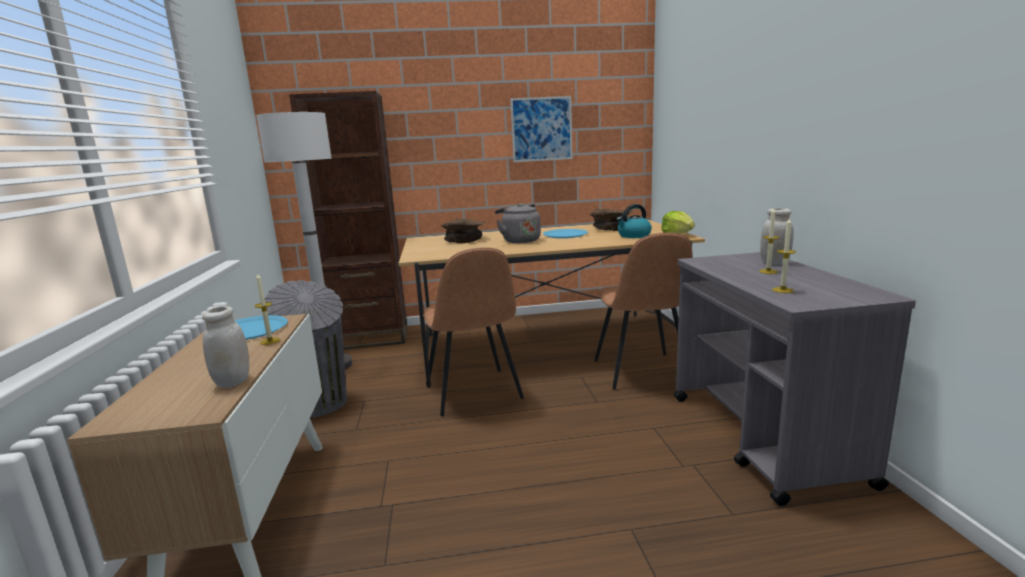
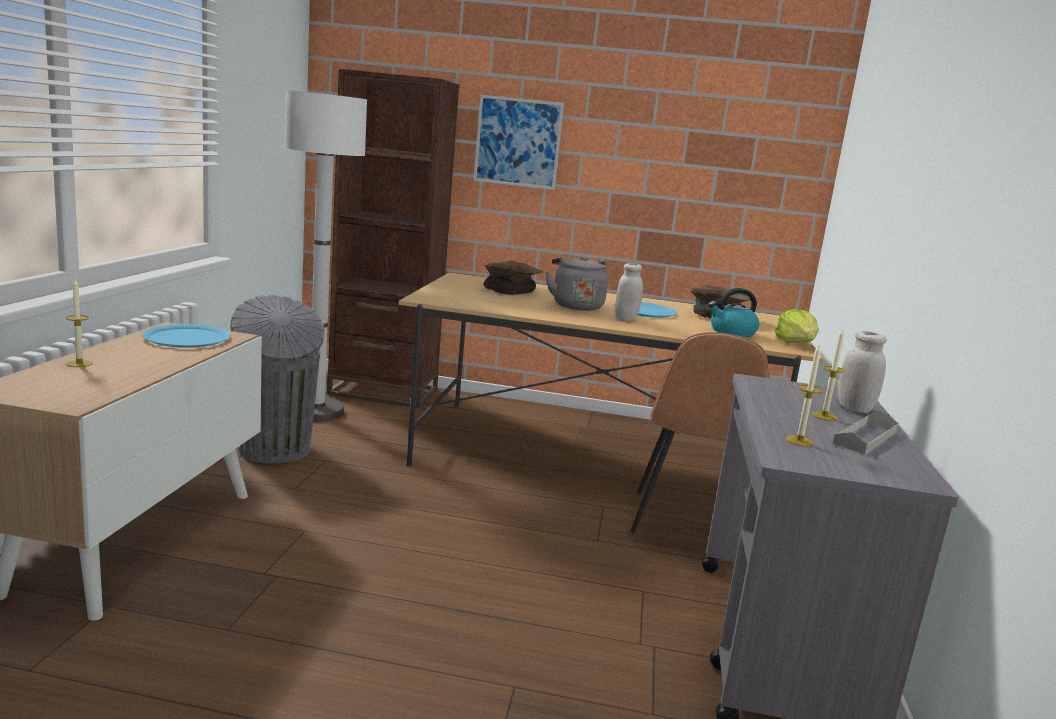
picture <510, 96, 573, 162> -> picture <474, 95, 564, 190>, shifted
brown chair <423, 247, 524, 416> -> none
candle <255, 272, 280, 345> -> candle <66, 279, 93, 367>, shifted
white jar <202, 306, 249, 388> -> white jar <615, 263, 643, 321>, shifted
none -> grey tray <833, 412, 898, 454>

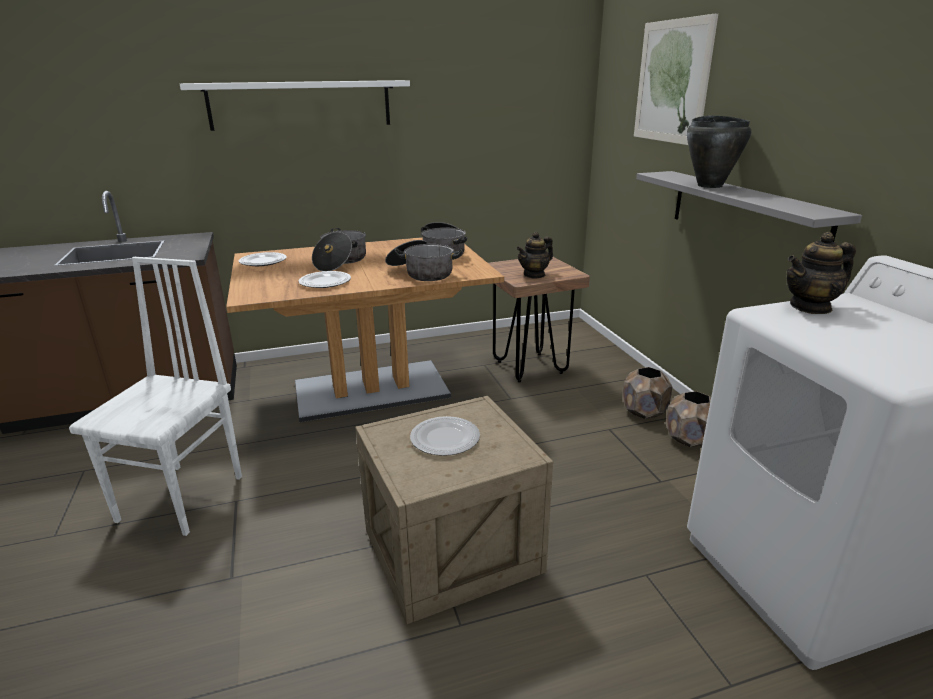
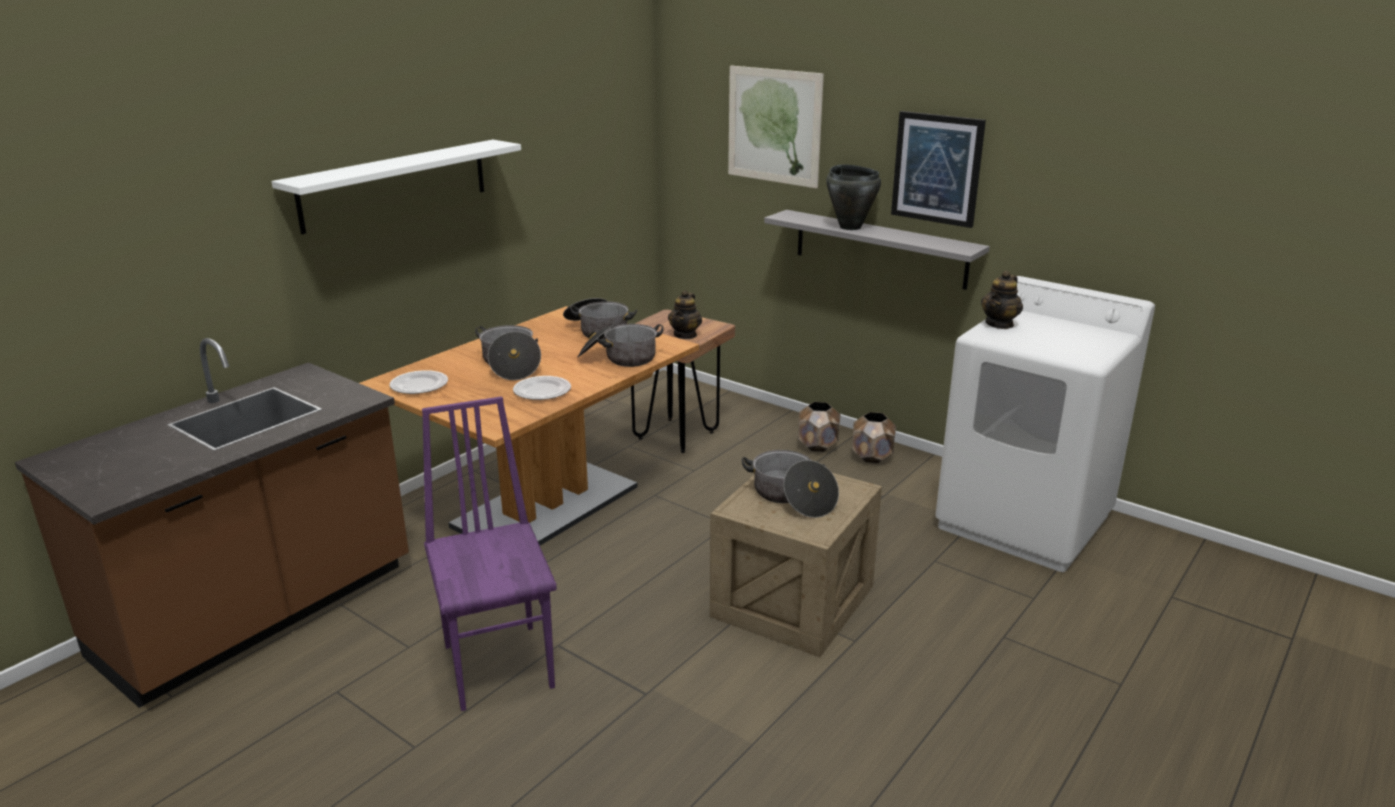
white chair <69, 257, 242, 536> -> purple chair <422, 396, 557, 711>
plate <410, 416, 480, 456> -> cooking pot <741, 450, 839, 518>
none -> picture <891, 111, 986, 228>

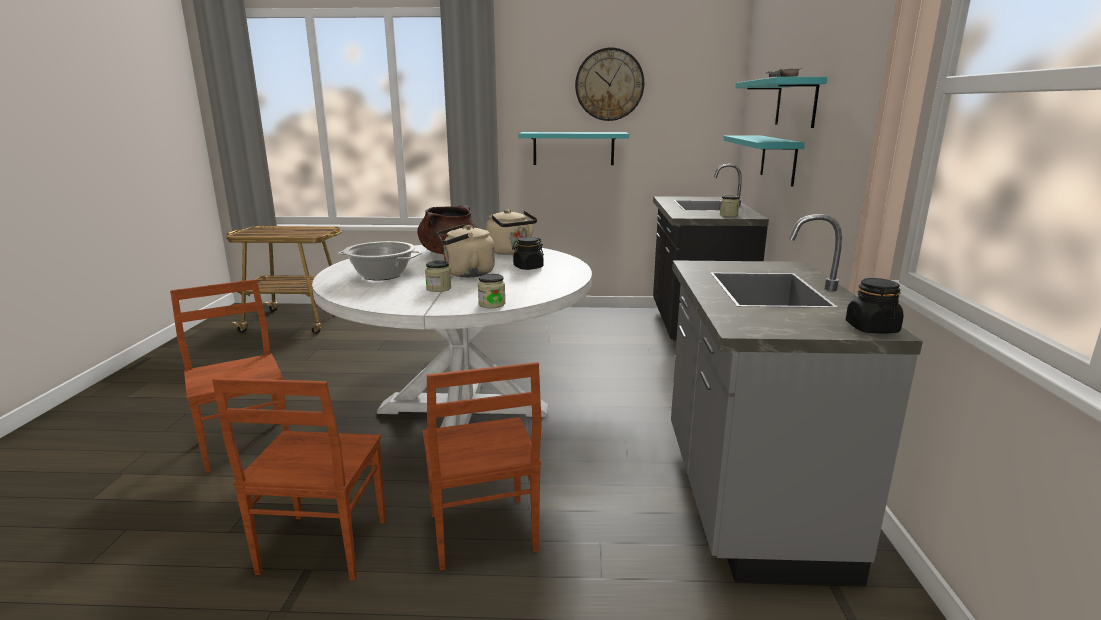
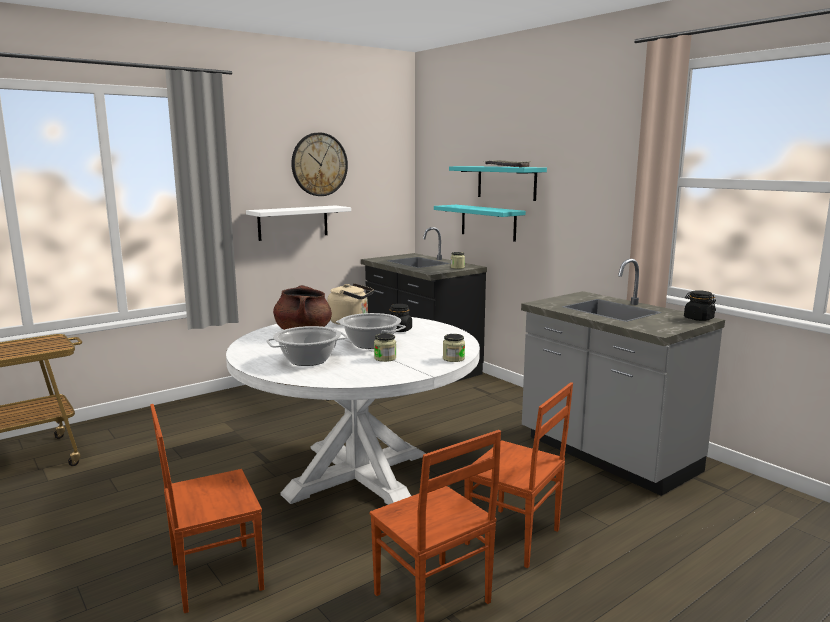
turquoise shelf <519, 132, 629, 165> -> white shelf <246, 205, 351, 241>
beige kettle <437, 224, 495, 277> -> cooking pot <336, 313, 406, 349>
brown chair <170, 279, 289, 473> -> brown chair <150, 404, 264, 613>, 45 degrees counterclockwise

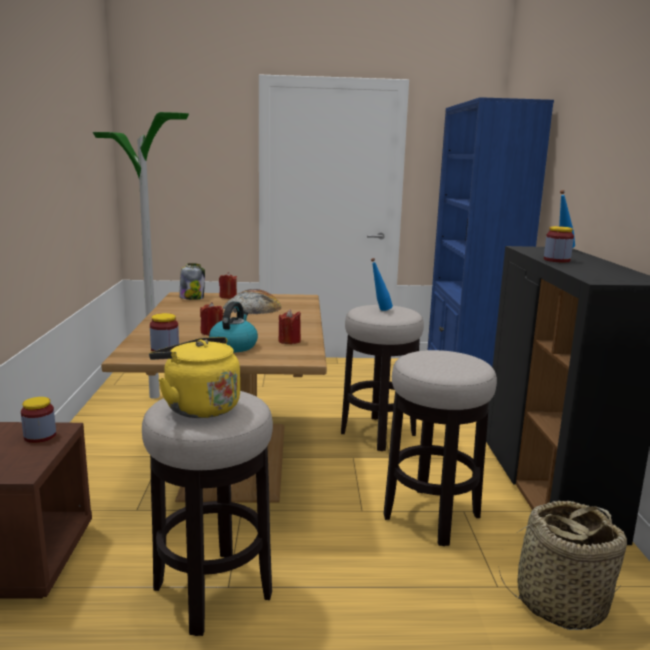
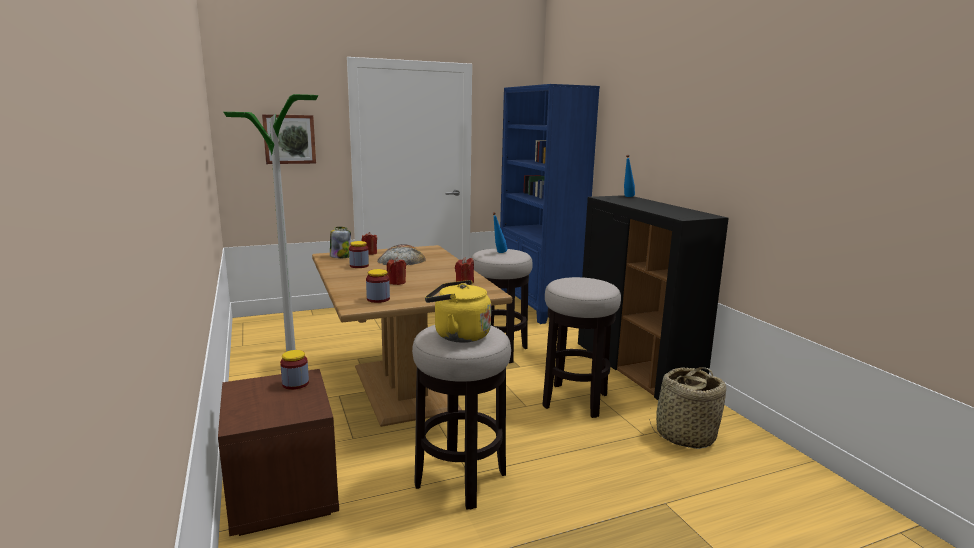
jar <544, 226, 574, 262> -> jar <349, 241, 369, 268>, shifted
kettle <209, 302, 258, 352> -> none
none -> picture <262, 114, 316, 164>

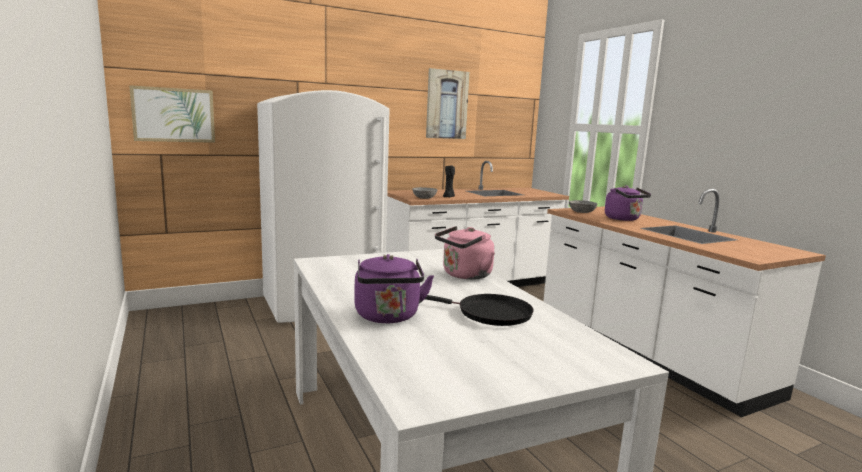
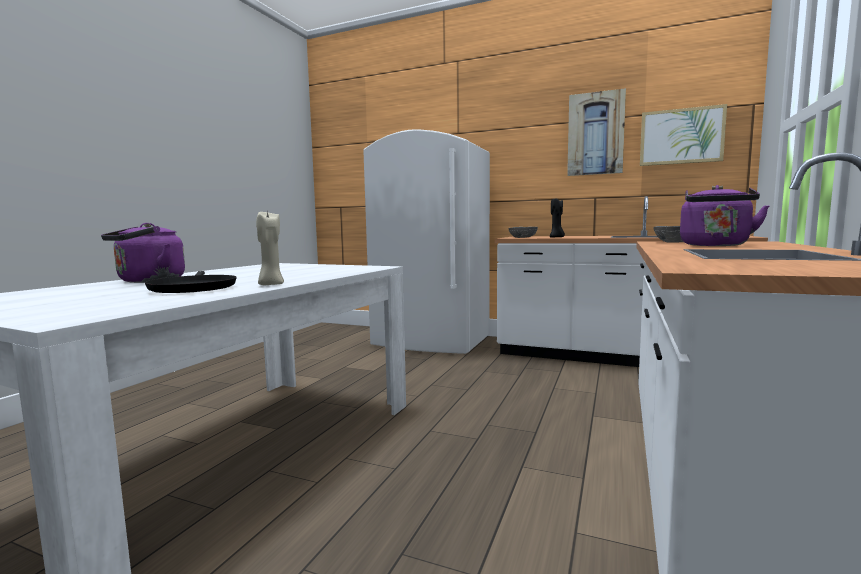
picture <129, 85, 215, 143> -> picture <640, 104, 727, 166>, shifted
pink kettle <435, 226, 495, 280> -> none
none -> beige candle <256, 210, 284, 285>

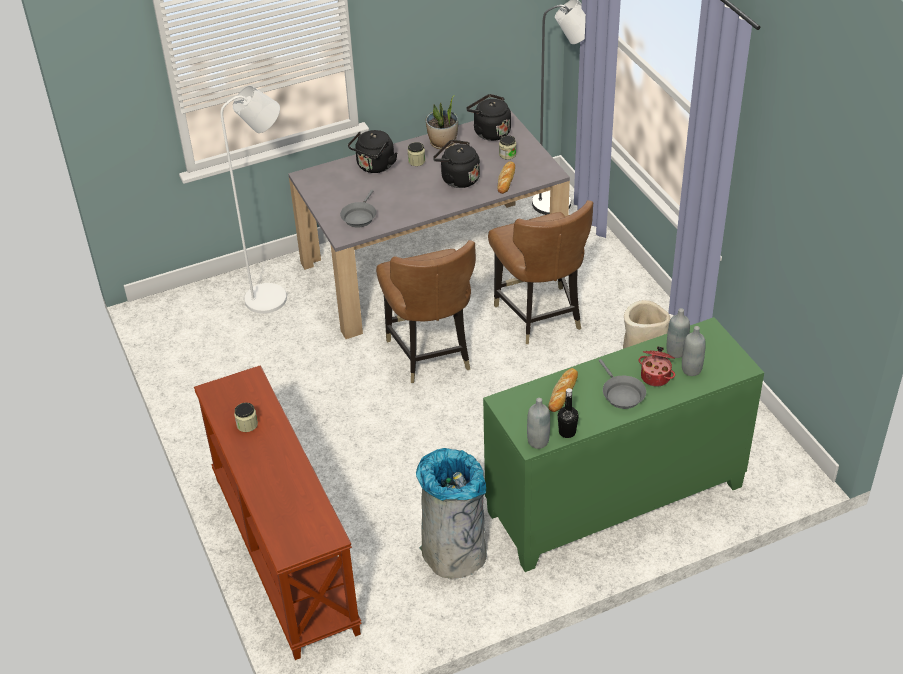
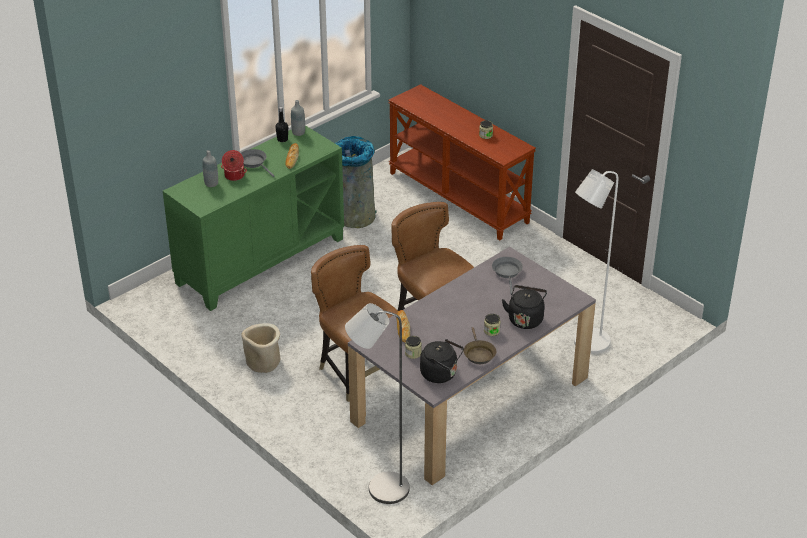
potted plant <426, 95, 458, 149> -> brown frying pan <464, 327, 496, 364>
black kettle <433, 140, 480, 188> -> none
grey bottle <666, 308, 690, 358> -> none

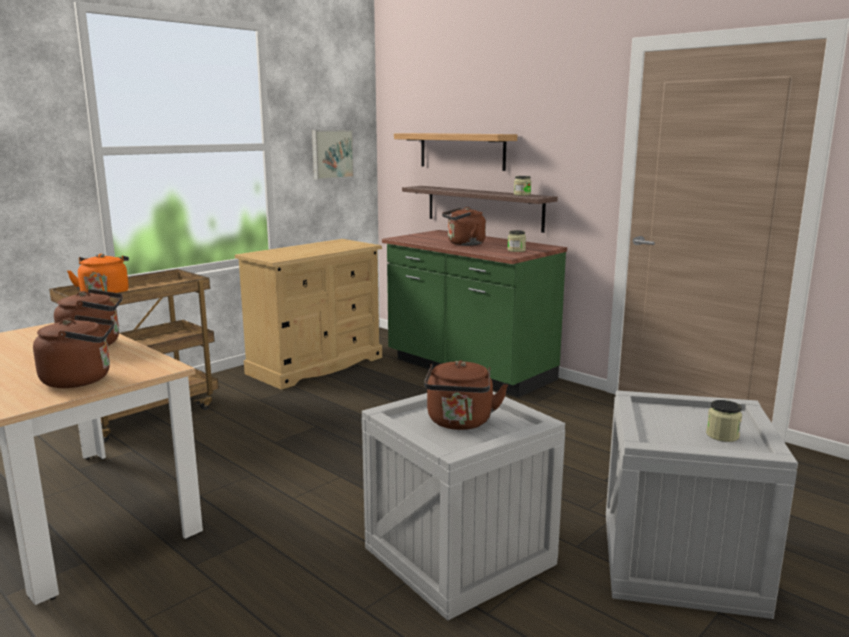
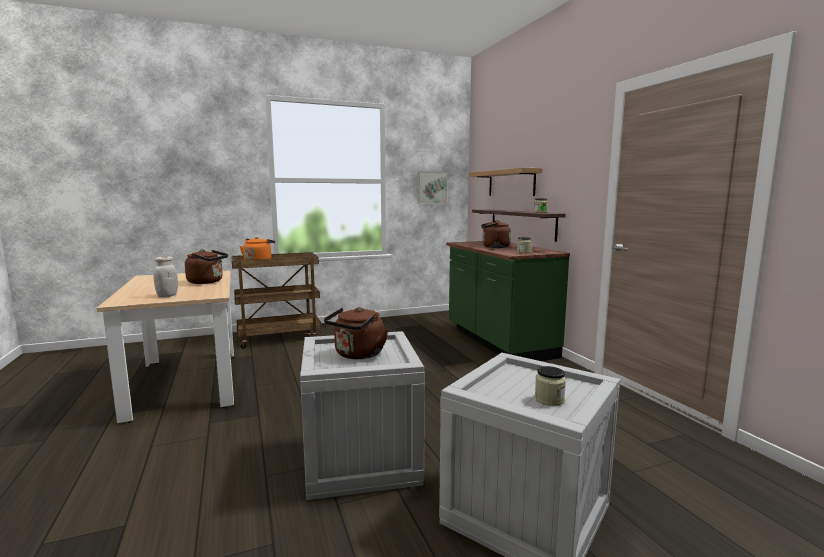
beige dresser <235, 239, 382, 390> -> none
brown kettle <33, 315, 114, 388> -> white jar <154, 256, 178, 297>

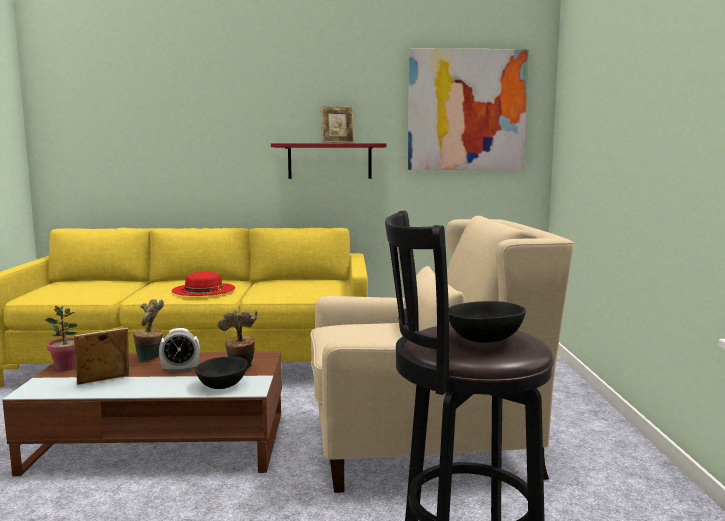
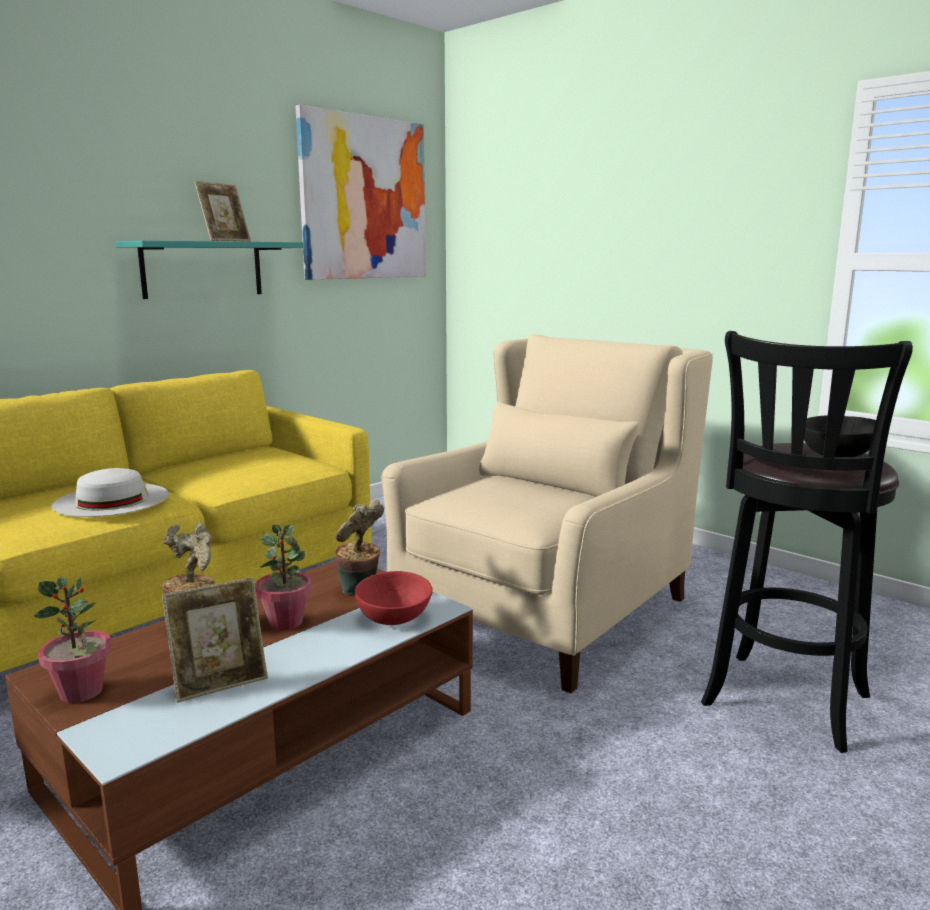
red shelf <271, 143, 387, 179> -> turquoise shelf <116, 241, 304, 299>
red hat <172, 272, 235, 296> -> white hat <52, 468, 169, 517>
picture frame <74, 328, 129, 385> -> picture frame <162, 577, 268, 703>, 135 degrees counterclockwise
alarm clock <159, 328, 200, 373> -> potted plant <255, 525, 312, 630>
black bowl <195, 356, 248, 389> -> red bowl <355, 571, 433, 625>

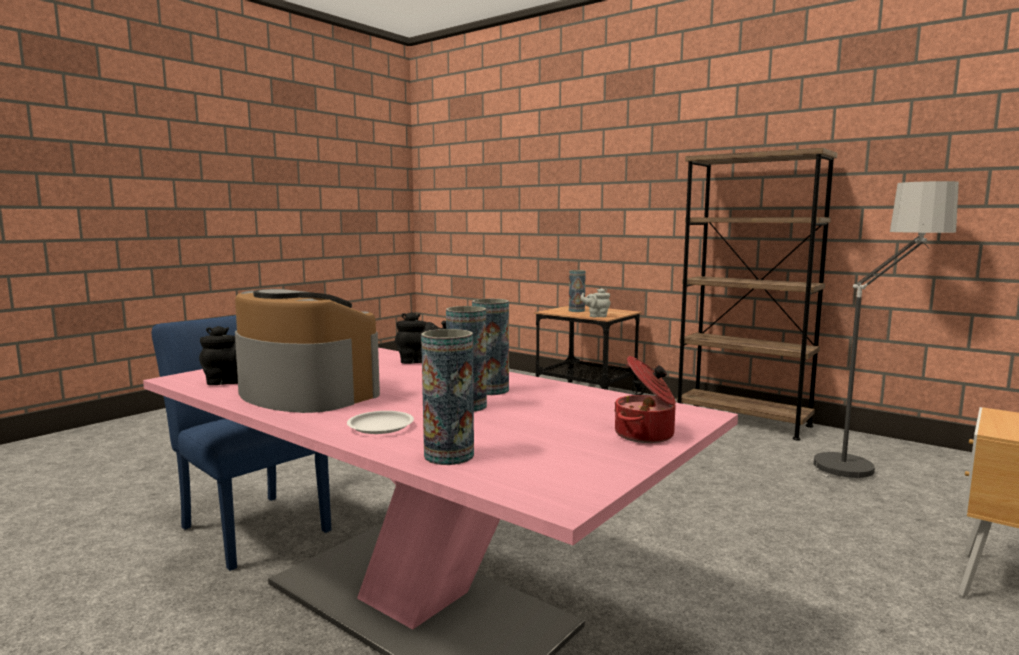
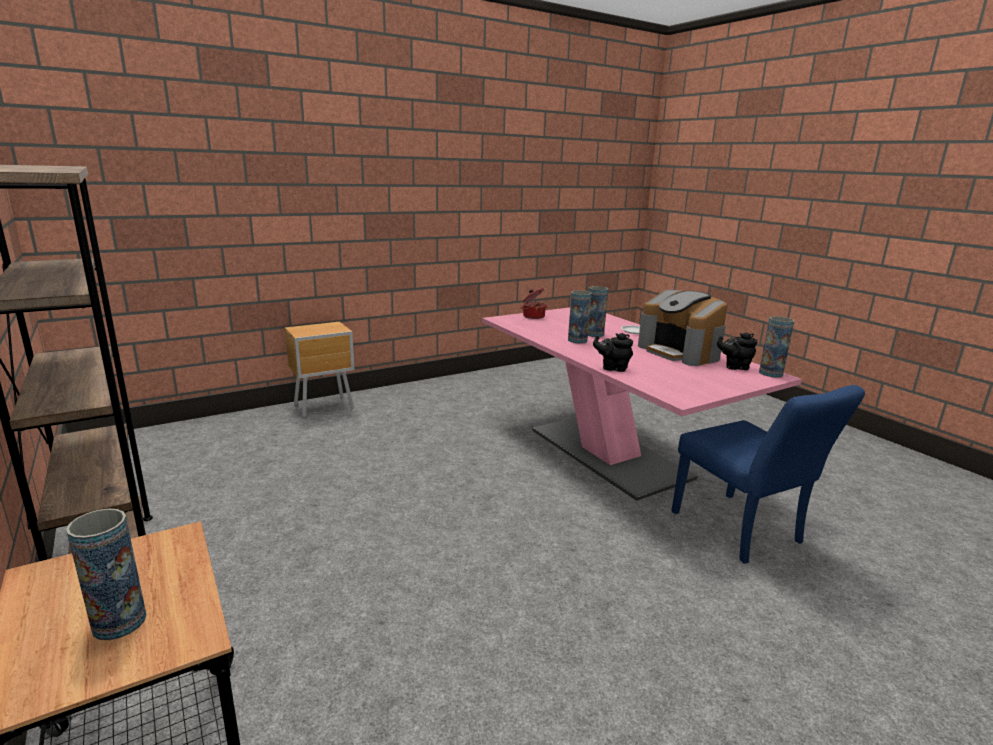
floor lamp <814, 181, 959, 480> -> none
grey teapot <580, 288, 611, 317> -> none
vase <421, 329, 474, 465> -> vase <759, 316, 794, 378>, shifted

